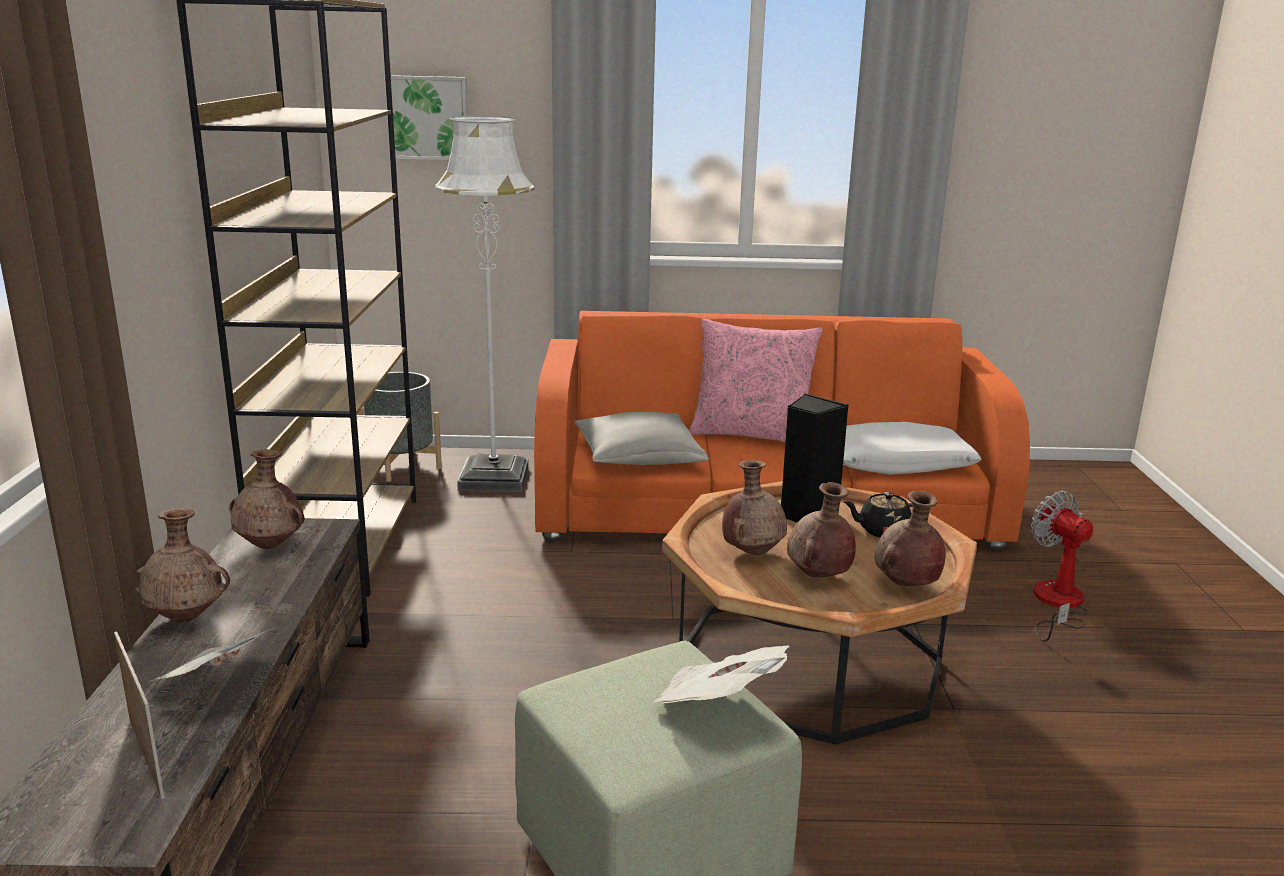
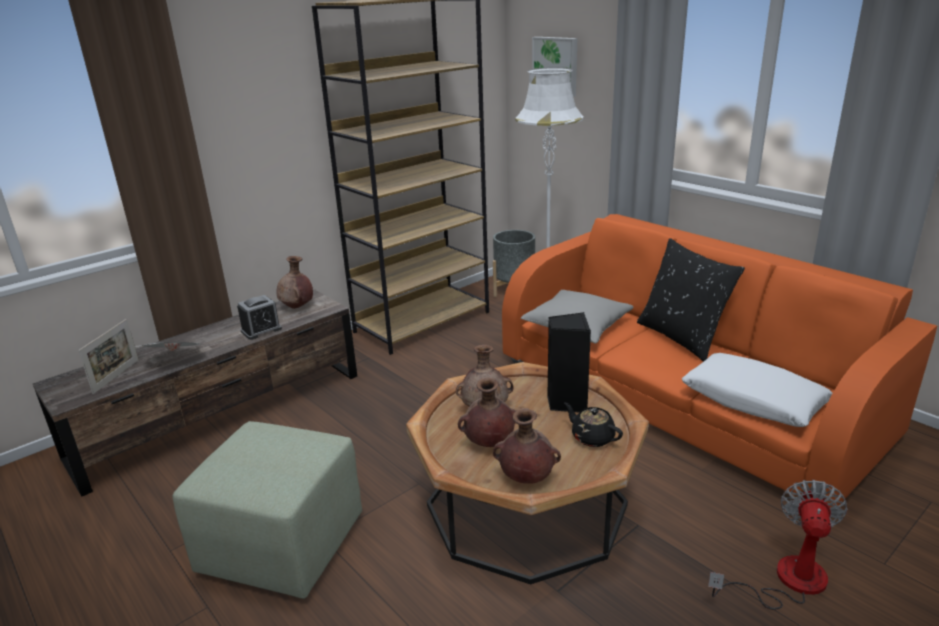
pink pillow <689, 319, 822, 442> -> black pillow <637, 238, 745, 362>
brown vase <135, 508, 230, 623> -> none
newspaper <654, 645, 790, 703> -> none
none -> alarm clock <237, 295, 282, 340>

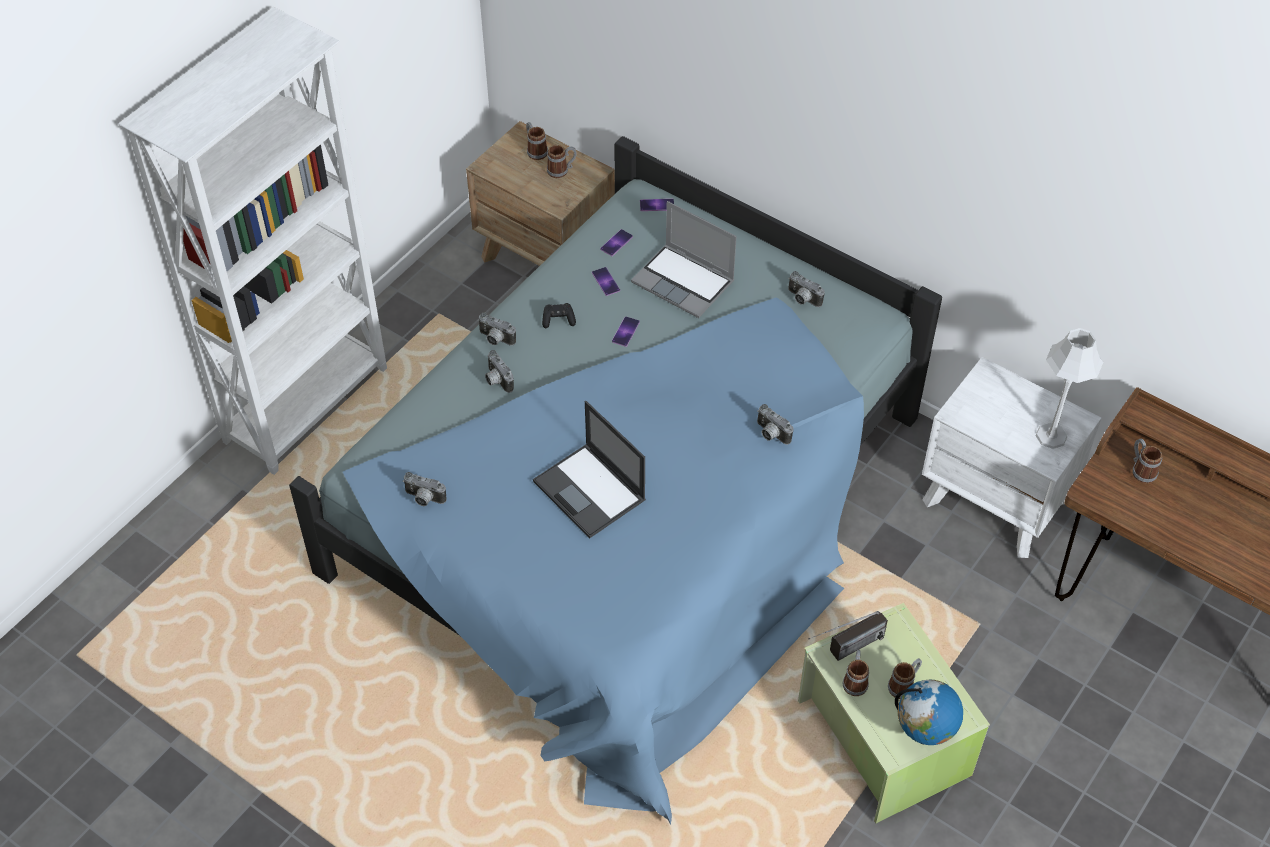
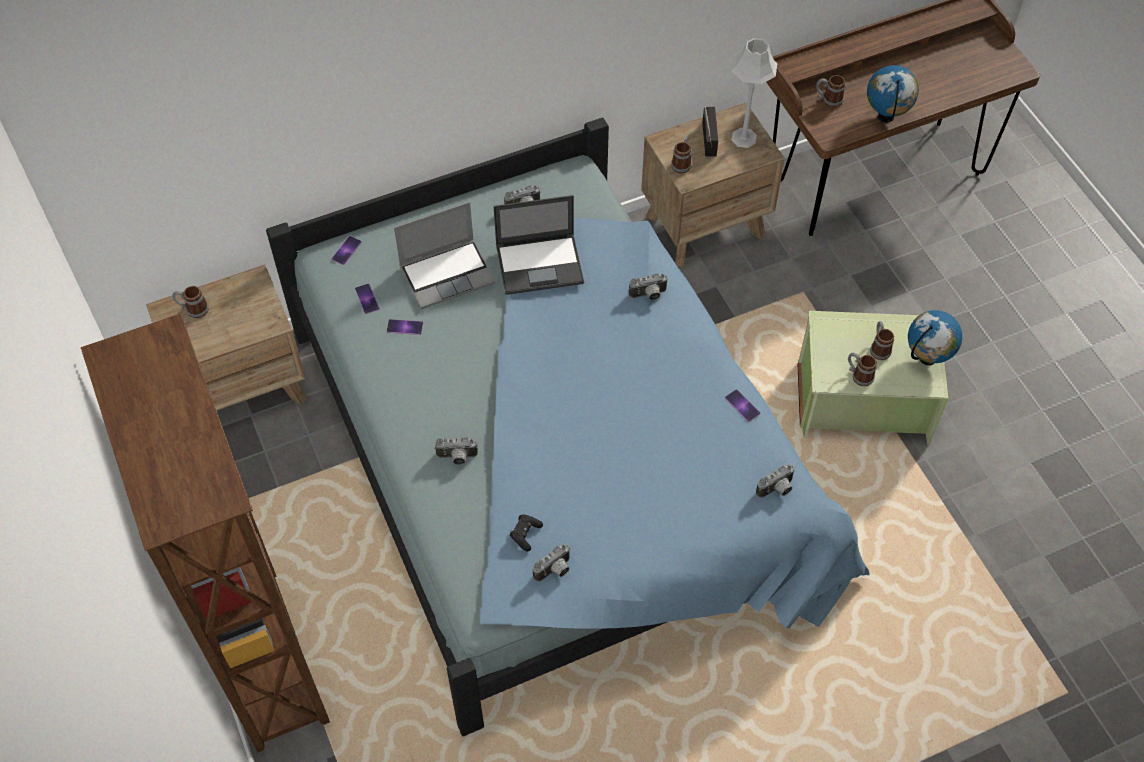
white bookcase <118, 7, 387, 475> -> brown bookcase <81, 314, 330, 752>
mug <547, 145, 577, 178> -> mug <671, 136, 692, 173>, shifted
black game controller <542, 303, 576, 328> -> black game controller <510, 515, 543, 551>, shifted
photo camera <478, 312, 516, 345> -> photo camera <756, 465, 795, 498>, shifted
phone <612, 317, 640, 347> -> phone <725, 389, 760, 422>, shifted
white nightstand <922, 357, 1101, 558> -> brown nightstand <641, 103, 785, 267>
laptop <533, 401, 646, 539> -> laptop <493, 195, 584, 295>, shifted
radio <809, 611, 888, 661> -> radio <702, 107, 718, 157>, shifted
none -> globe <867, 65, 919, 122>

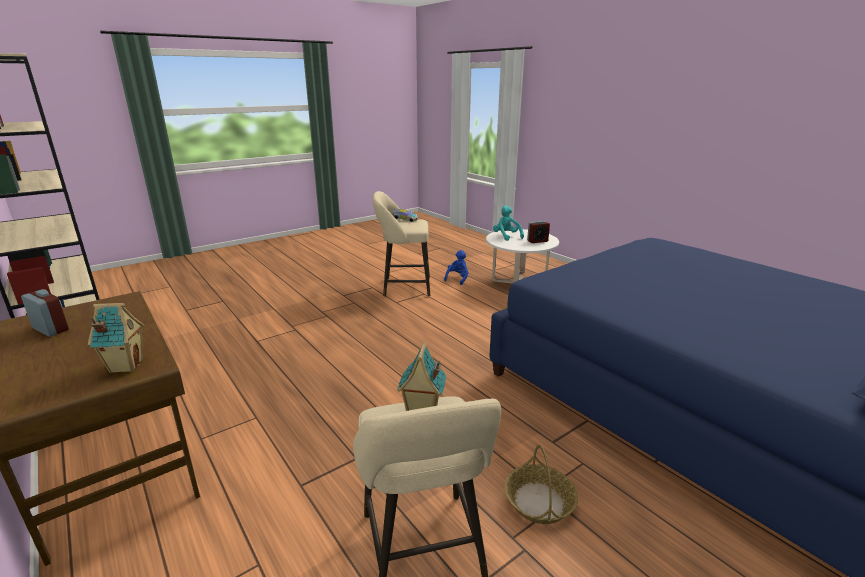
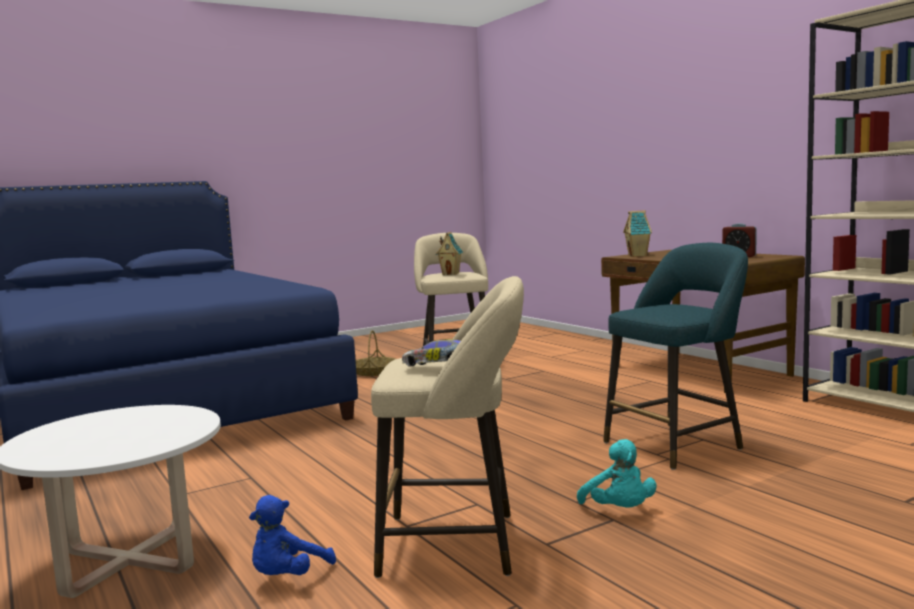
turquoise plush toy <493, 206, 524, 241> -> turquoise plush toy <577, 439, 657, 508>, shifted
alarm clock <527, 221, 550, 243> -> none
none -> turquoise stool <603, 243, 748, 470>

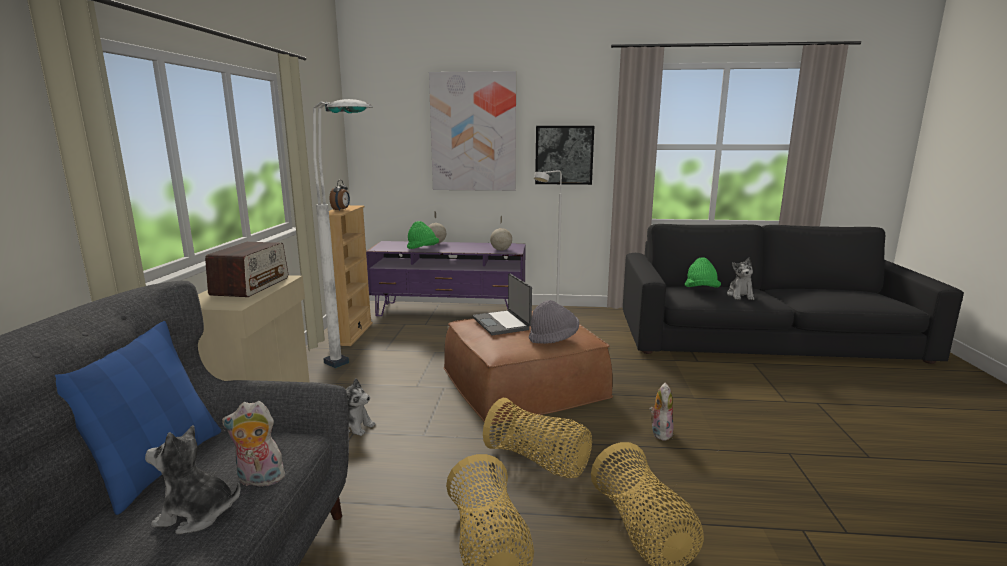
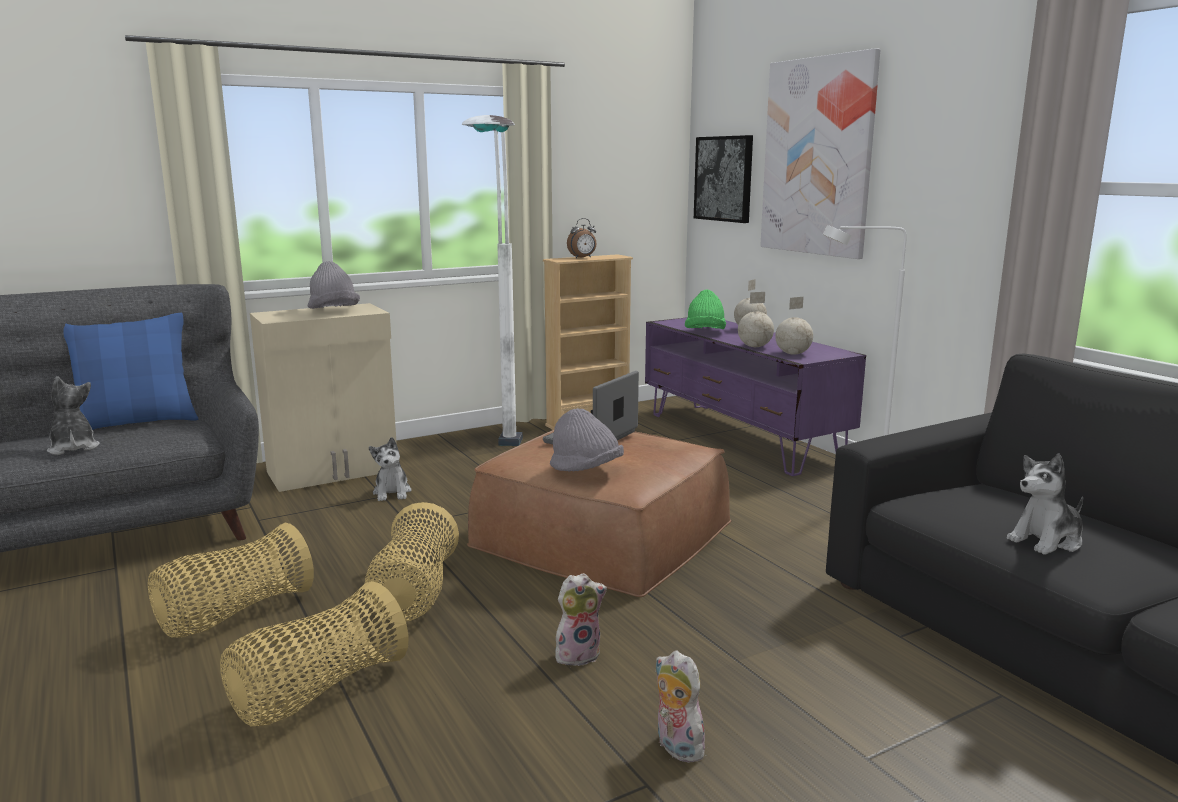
picture <535, 126, 594, 185> -> picture <694, 135, 753, 223>, shifted
radio <205, 242, 288, 297> -> grey hat <307, 261, 360, 309>
green hat <684, 257, 721, 288> -> none
plush toy <222, 401, 285, 486> -> plush toy <655, 650, 711, 763>, shifted
none -> globe <738, 292, 774, 347>

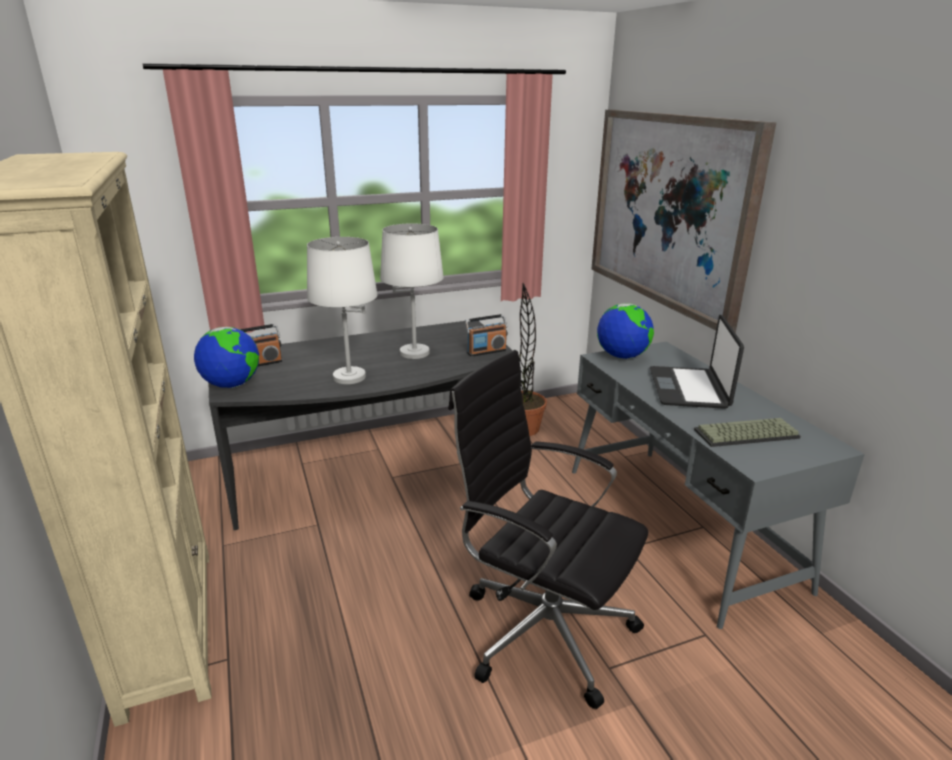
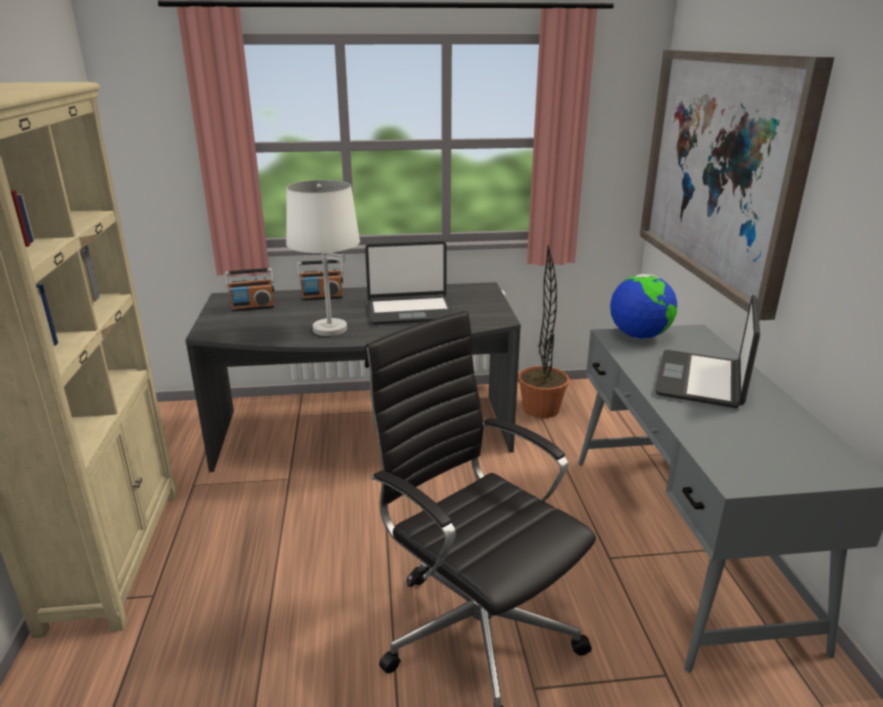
white table lamp <380, 223, 444, 359> -> laptop <365, 241, 454, 324>
radio <465, 314, 508, 357> -> radio <297, 260, 343, 300>, shifted
globe <194, 327, 259, 388> -> none
keyboard <694, 418, 801, 447> -> none

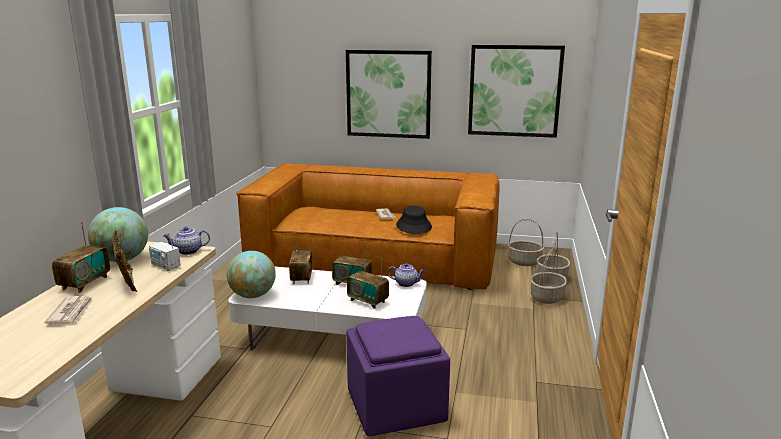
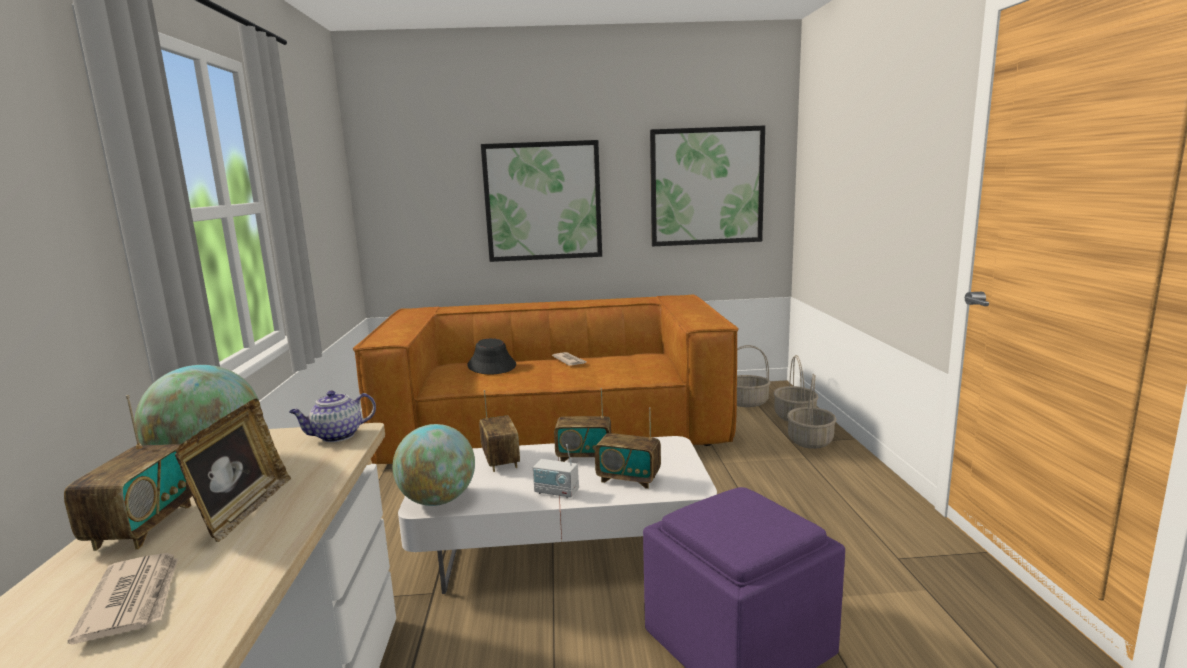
black hat <396, 205, 432, 234> -> black hat <467, 338, 516, 375>, shifted
picture frame <113, 231, 137, 292> -> picture frame <175, 399, 291, 542>, 45 degrees clockwise
radio <149, 233, 181, 271> -> radio <533, 444, 579, 498>, shifted
teapot <388, 263, 425, 287> -> none

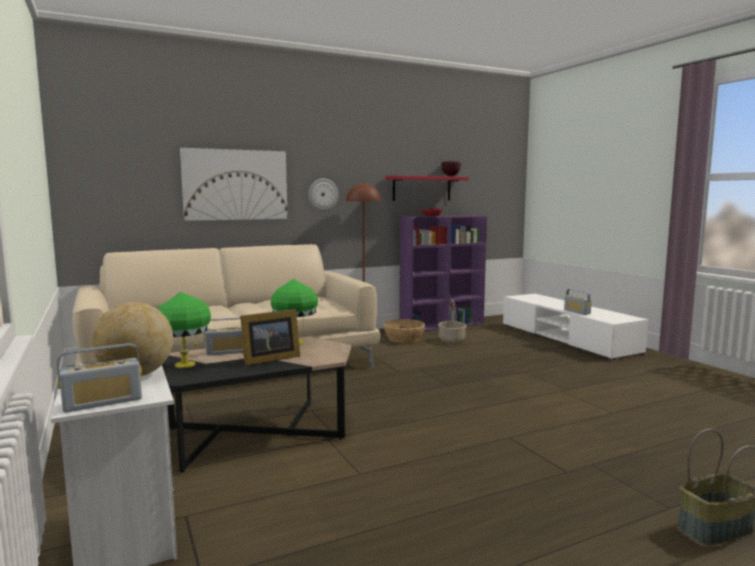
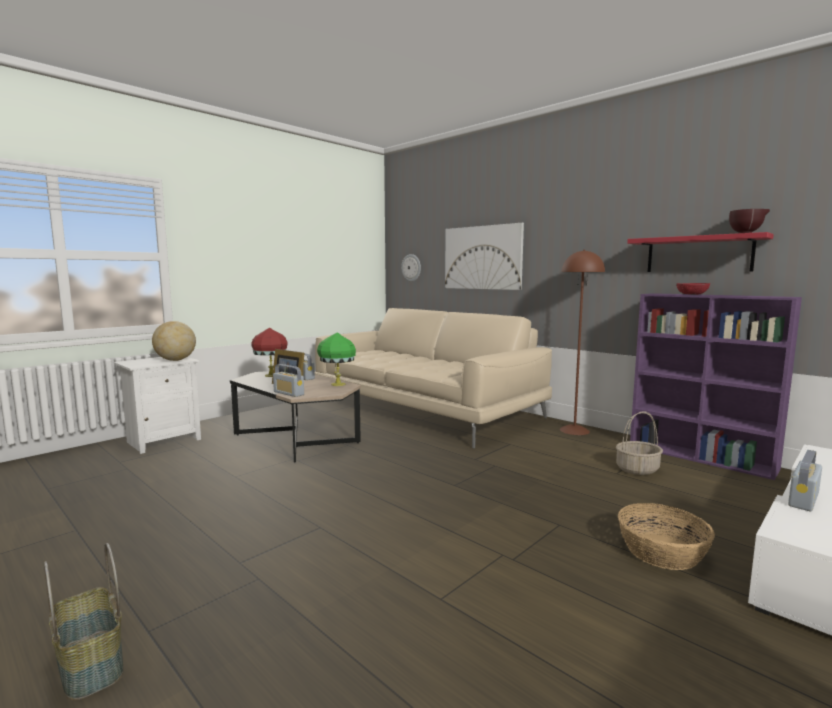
wall clock <308, 178, 338, 211> -> wall clock <401, 254, 421, 282>, shifted
green table lamp <158, 292, 211, 368> -> red table lamp <251, 328, 287, 377>
basket <383, 319, 425, 343> -> basket <618, 503, 715, 570>, shifted
radio <57, 343, 142, 413> -> radio <273, 364, 304, 397>, shifted

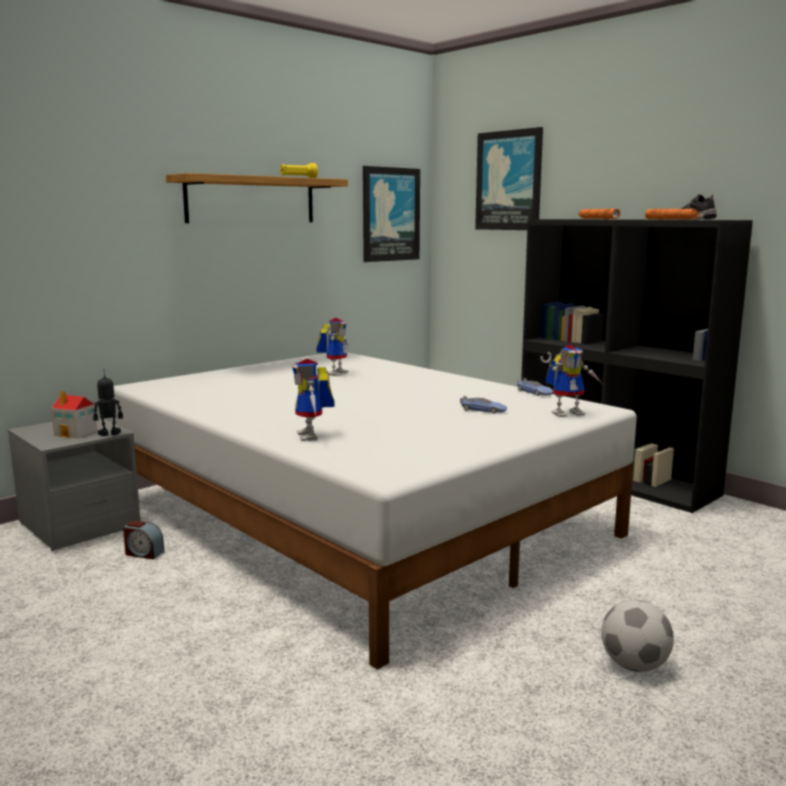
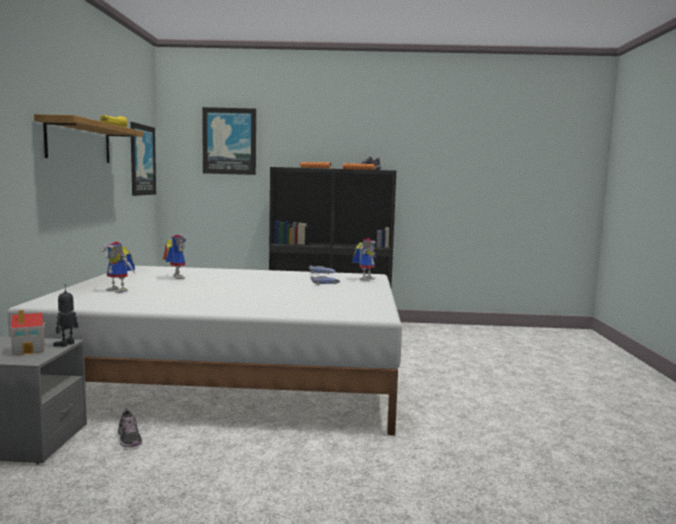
toy robot <292, 359, 335, 441> -> toy robot <100, 241, 135, 293>, shifted
alarm clock <123, 521, 164, 559> -> shoe <118, 408, 142, 447>
football <601, 600, 674, 672> -> none

